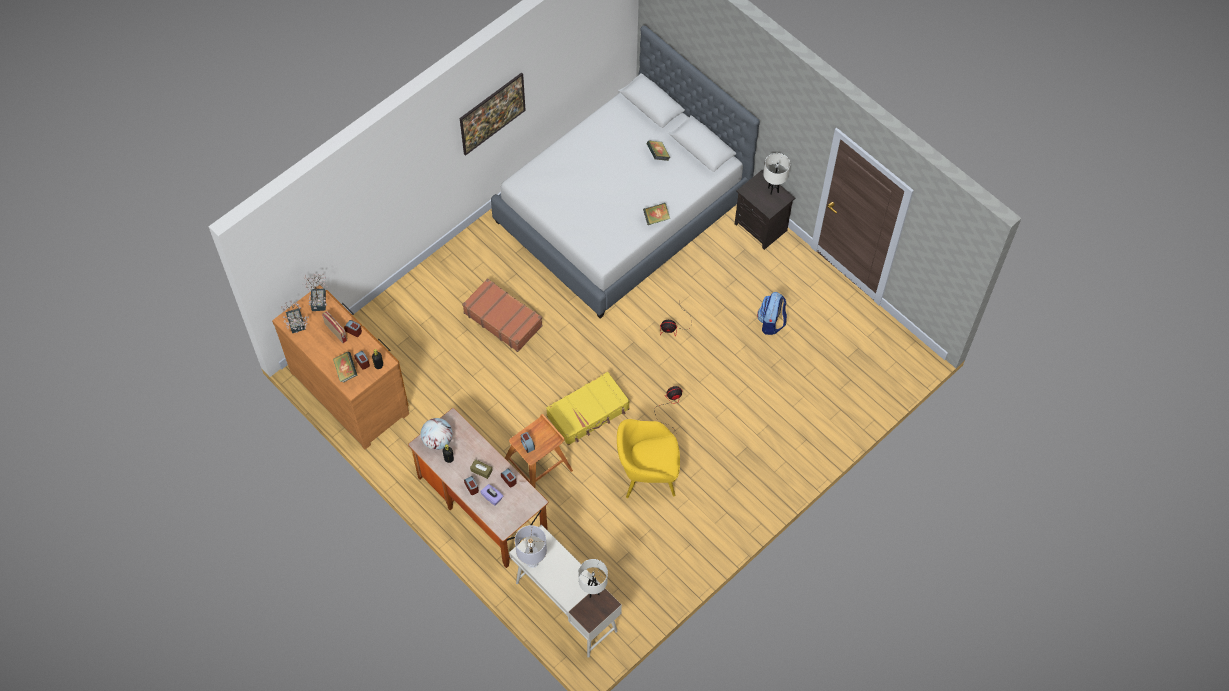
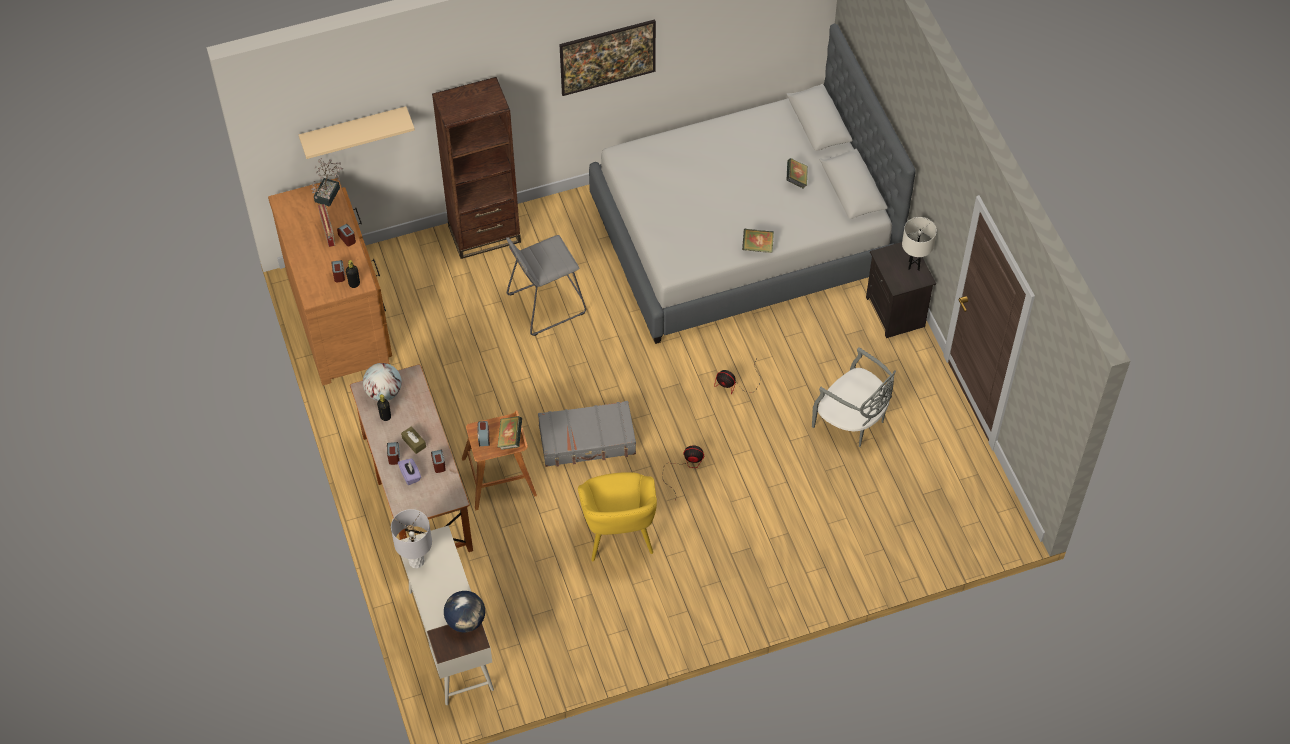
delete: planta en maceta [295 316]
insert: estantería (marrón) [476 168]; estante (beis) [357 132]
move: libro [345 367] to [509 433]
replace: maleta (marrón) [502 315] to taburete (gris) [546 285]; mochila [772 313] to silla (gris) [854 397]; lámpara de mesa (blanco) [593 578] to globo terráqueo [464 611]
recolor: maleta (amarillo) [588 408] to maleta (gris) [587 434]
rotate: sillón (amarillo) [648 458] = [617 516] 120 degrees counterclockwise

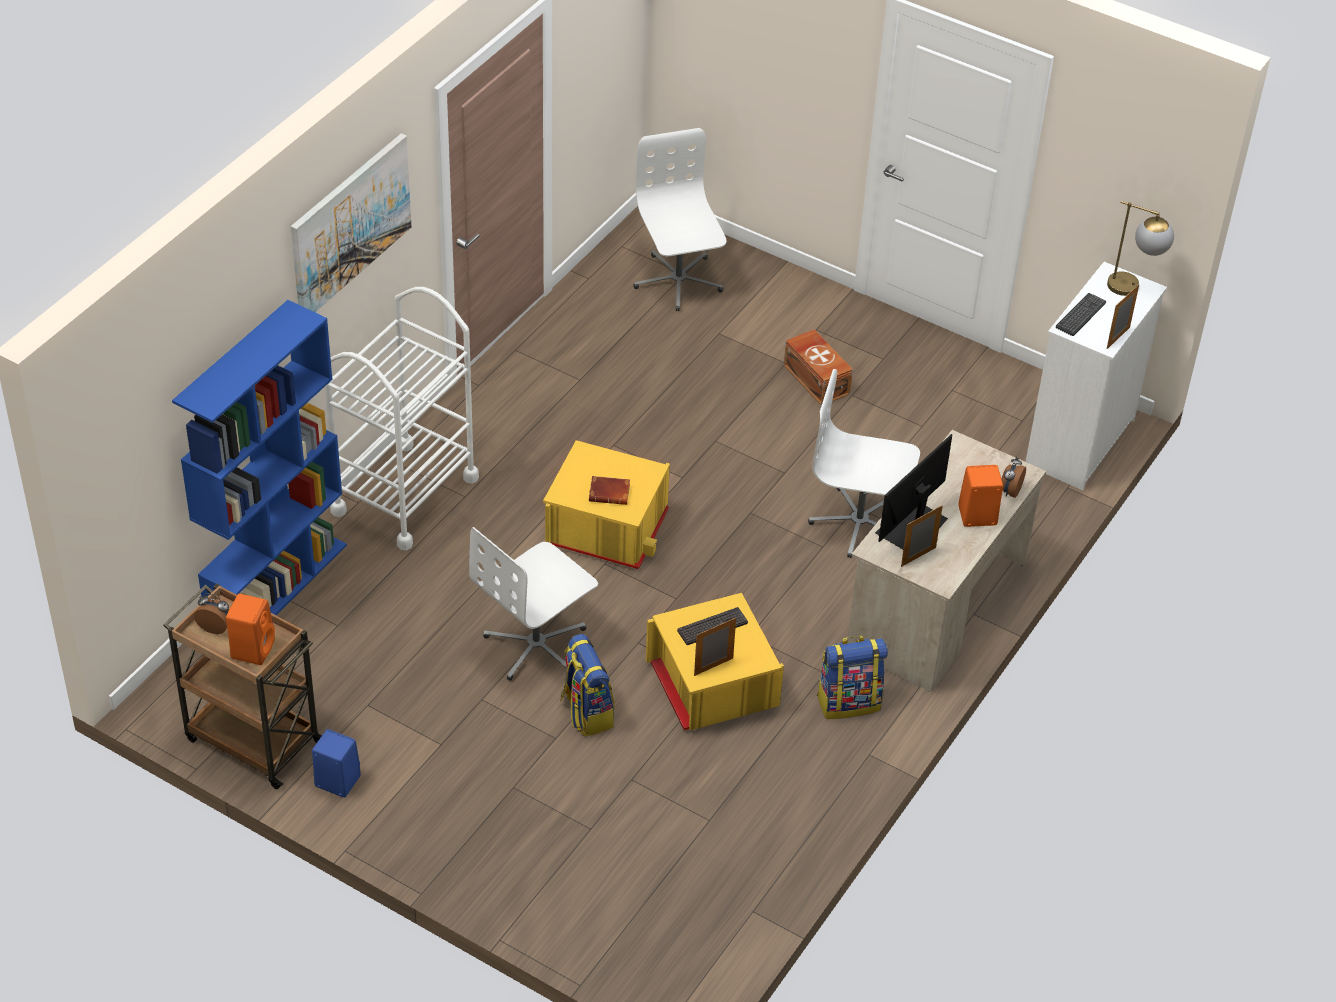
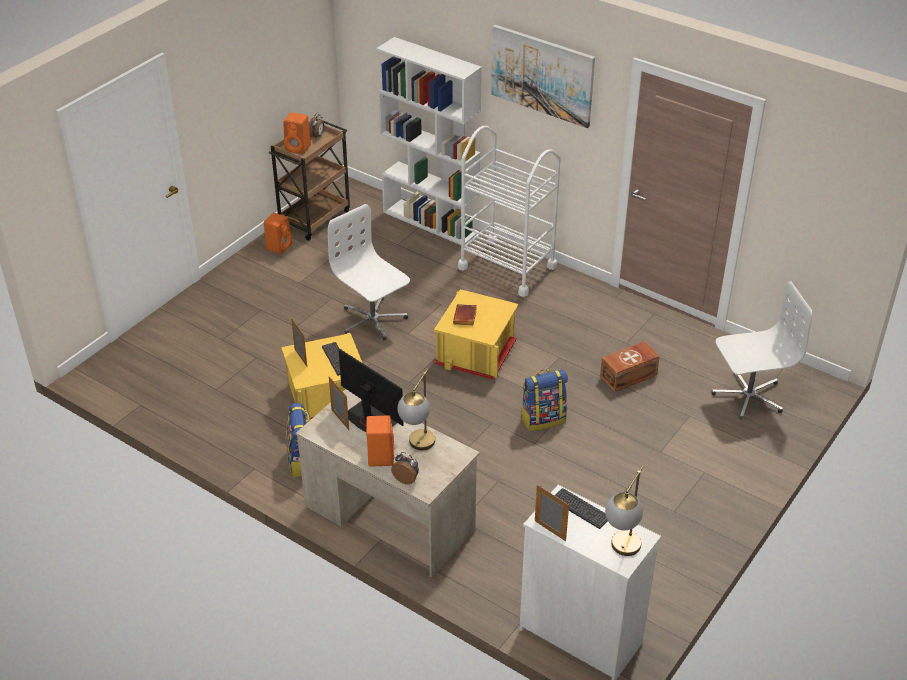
delete: silla de oficina (blanco) [864 463]
insert: lámpara de mesa [416 409]
move: caja de almacenaje (marrón) [818 367] to [630 366]; mochila [587 685] to [544 400]
recolor: estantería (azul) [259 457] to estantería (blanco) [429 141]; altavoz (azul) [336 763] to altavoz (naranja) [278 233]

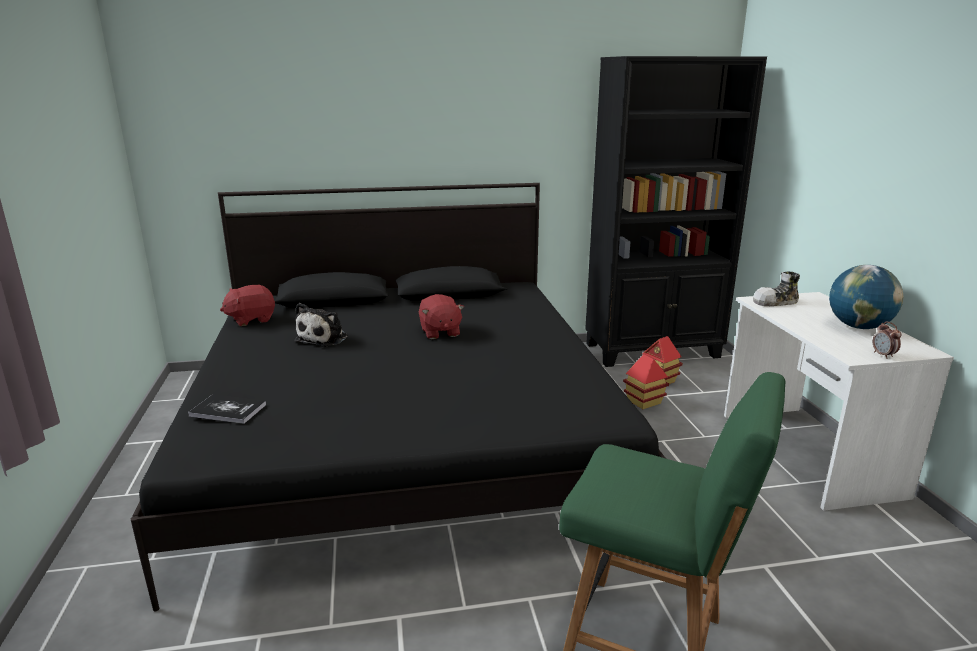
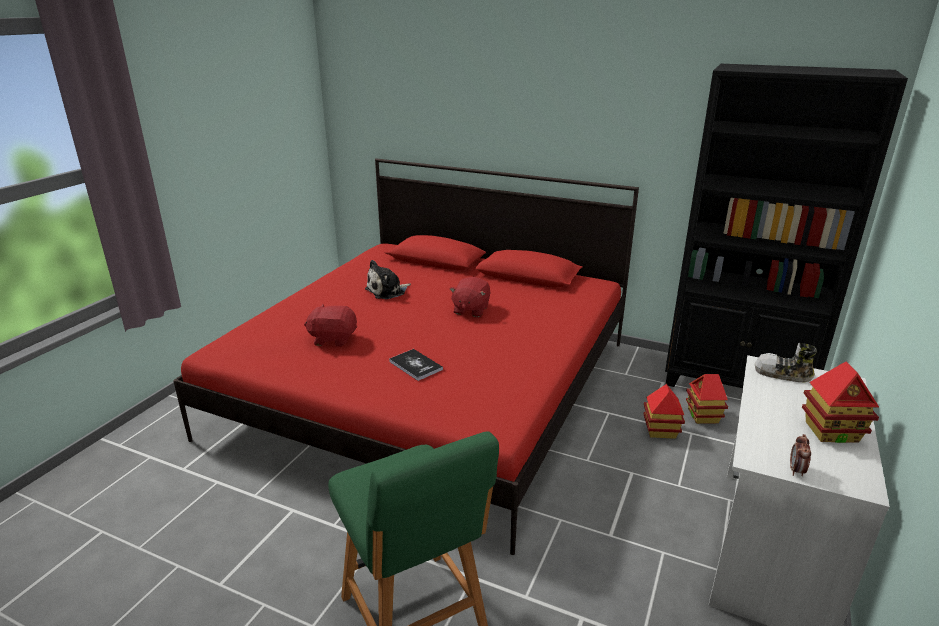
move: peluche (rojo) [247 305] to [330 325]; libro [227 409] to [416 365]
replace: globo terráqueo [866 297] to casita [840 402]
recolor: cama (negro) [398 397] to cama (rojo) [406 356]

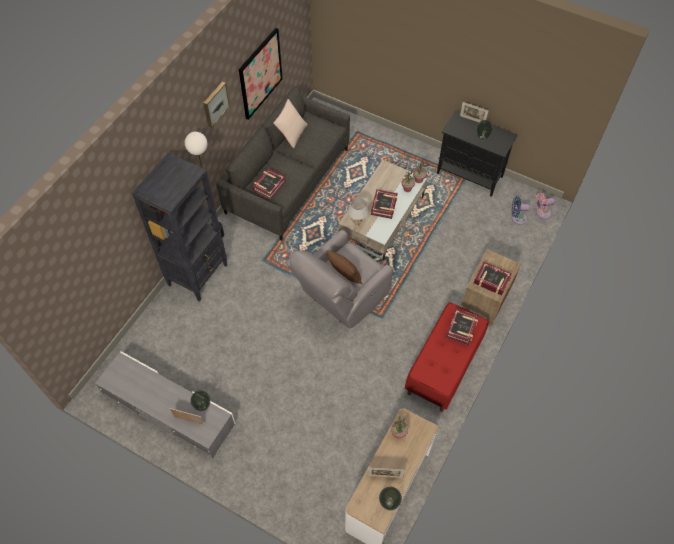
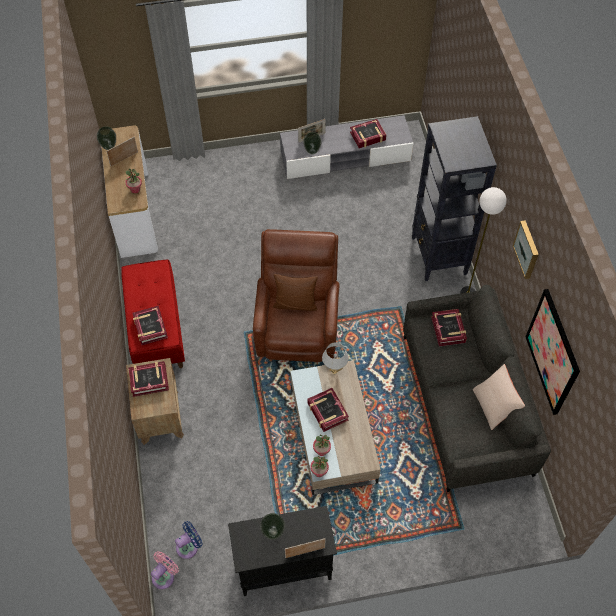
insert: libro [368 133]
recolor: sillón (gris) [339 279] to sillón (marrón) [296 295]

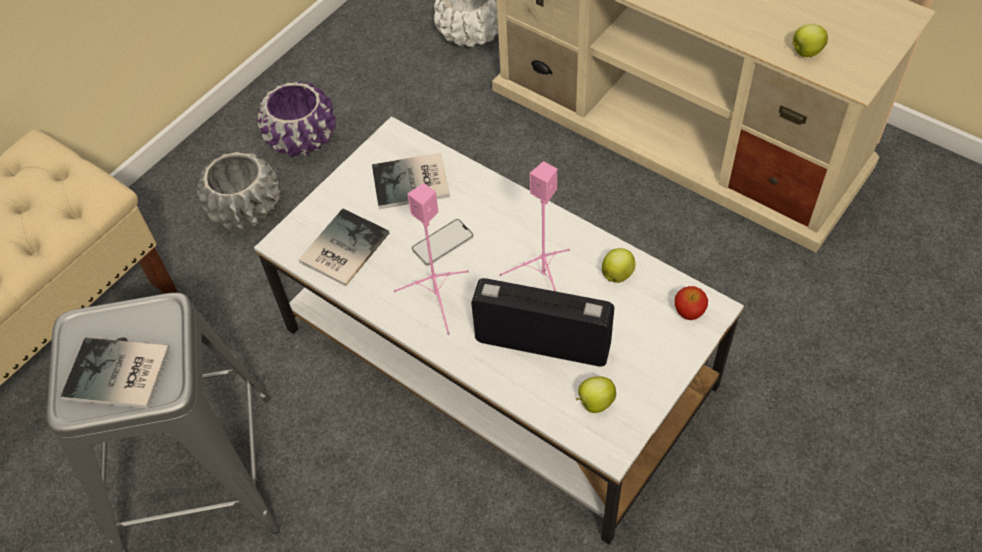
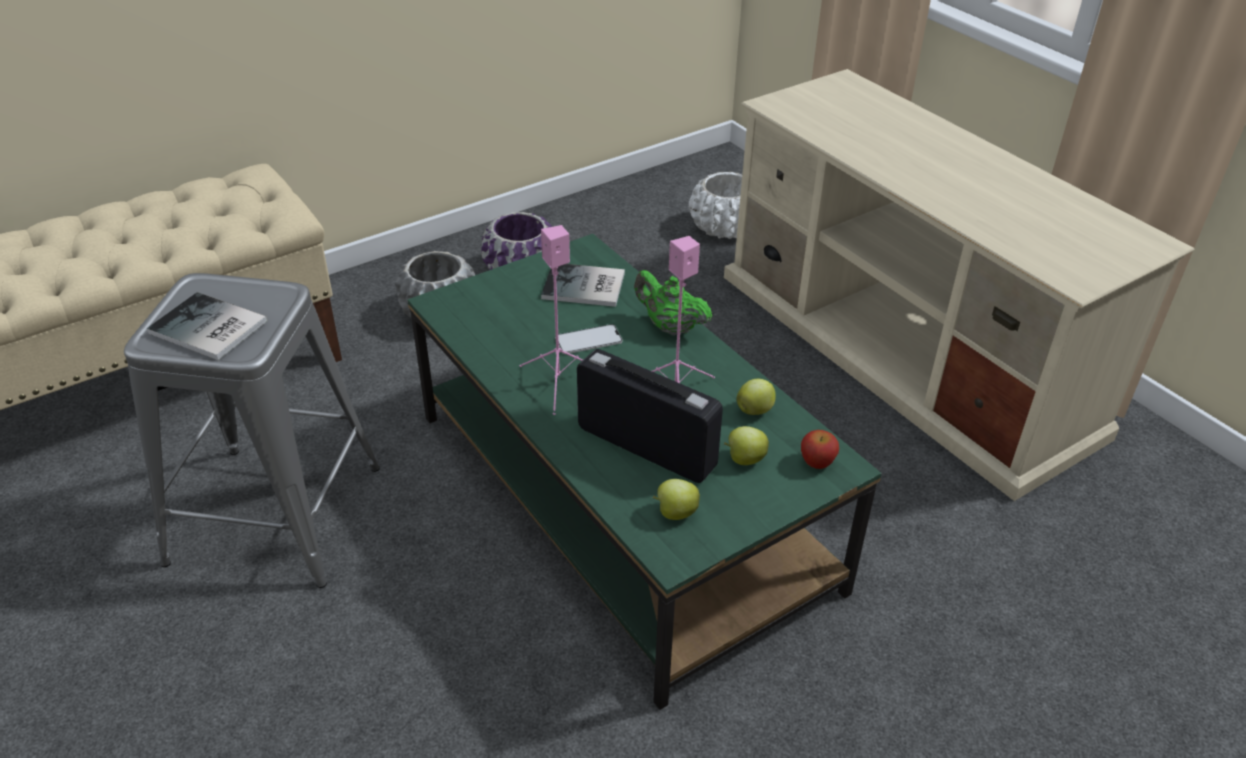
delete: libro [343 247]
insert: tetera (verde) [673 303]
move: manzana [810 40] to [746 445]
recolor: mesa de centro (blanco) [499 330] to mesa de centro (verde) [644 472]

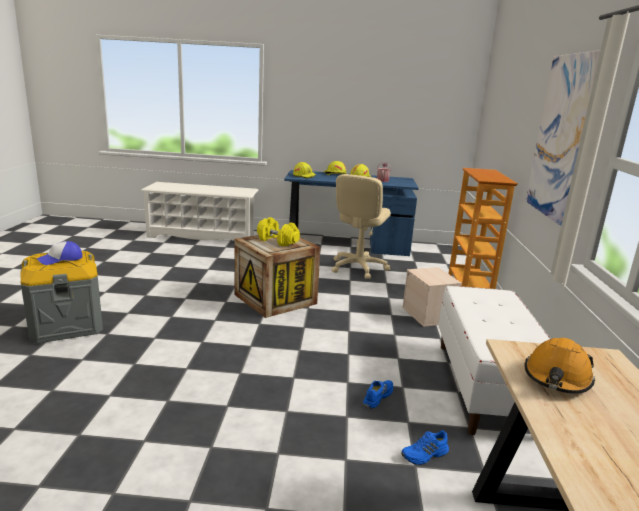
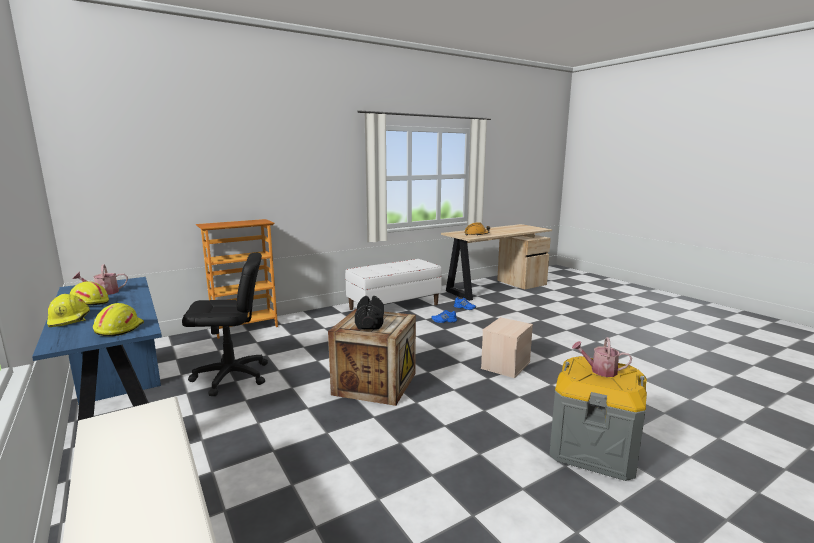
delete: cuadro [563 138]
move: caja de almacenaje (beis) [432 297] to [507 347]
replace: gorra [59 253] to regadera [602 357]
recolor: silla de oficina (beis) [361 226] to silla de oficina (negro) [225 324]; mancuerna (amarillo) [278 232] to mancuerna (negro) [369 313]

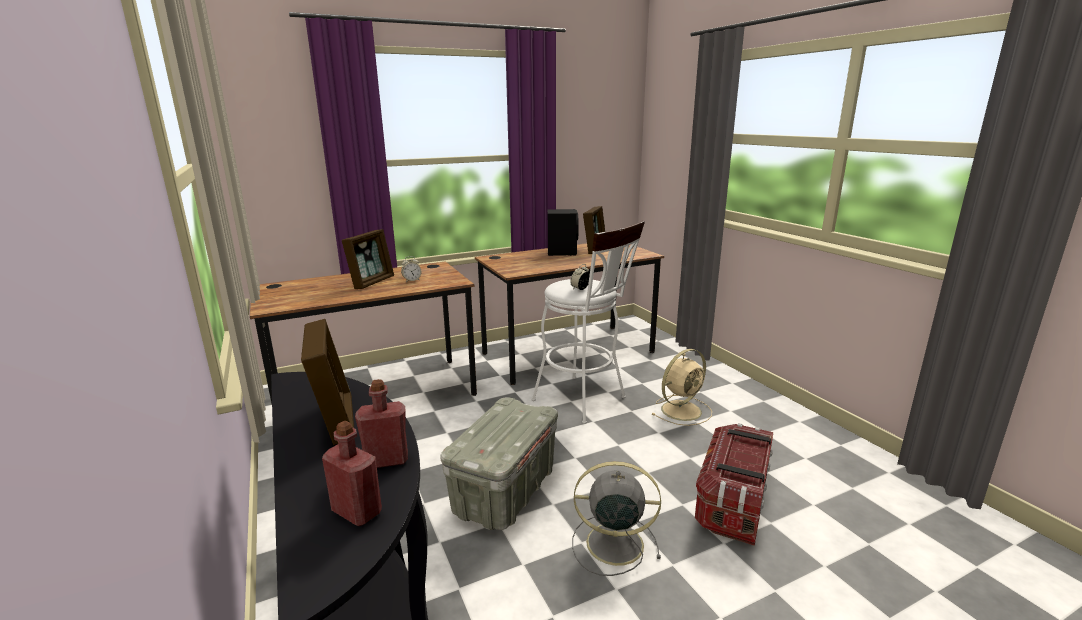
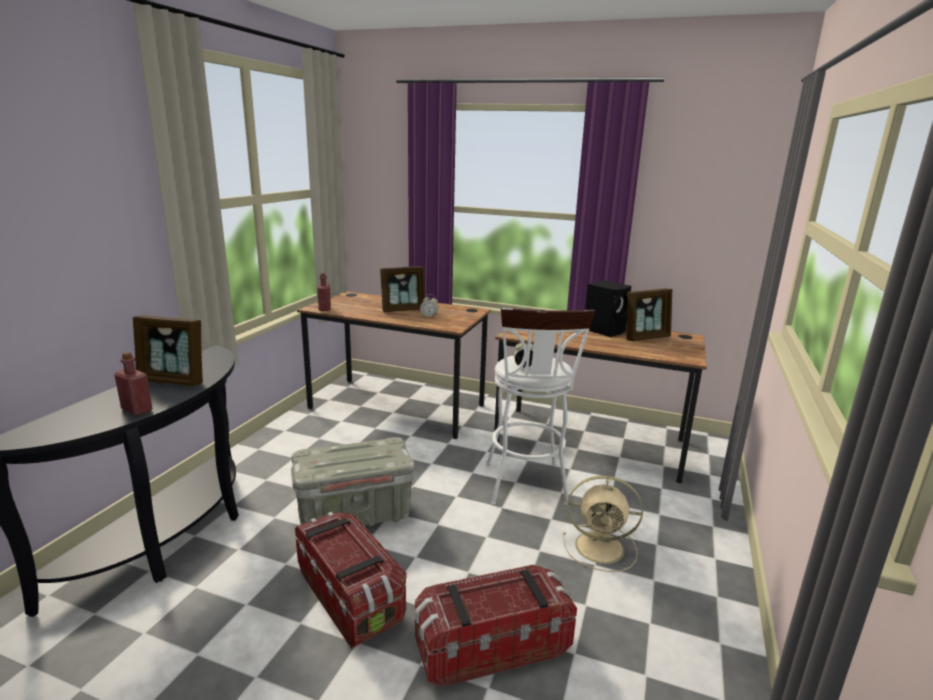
move: botella (rojo) [352 473] to [324 292]
replace: ventilador (gris) [616 518] to caja de almacenaje [351 580]
rotate: portarretratos [327 382] = [168 350] 75 degrees clockwise

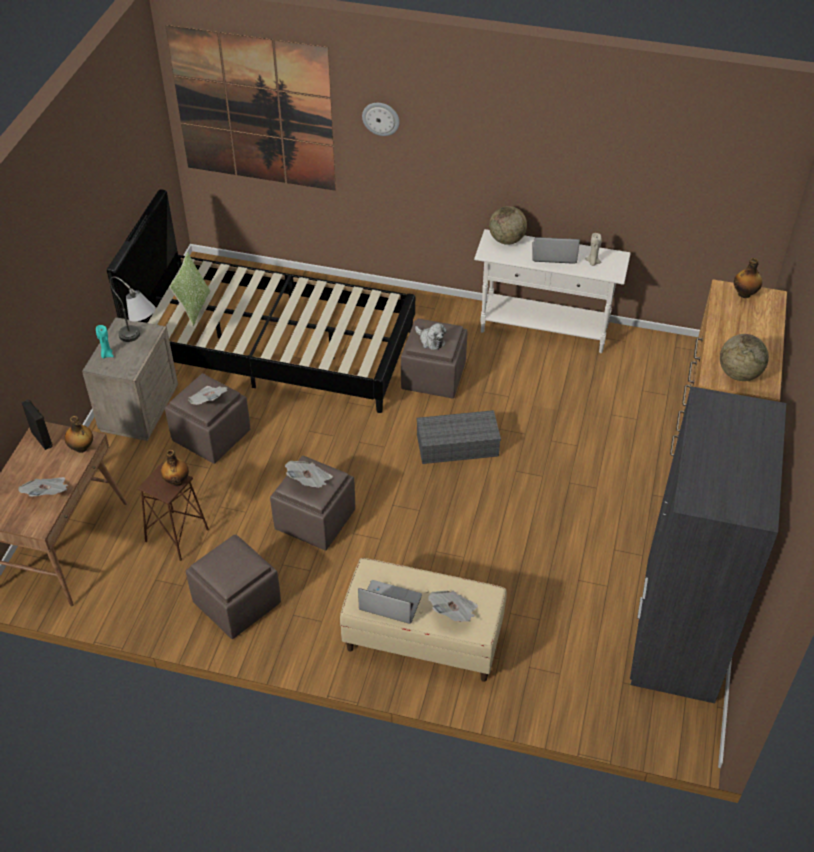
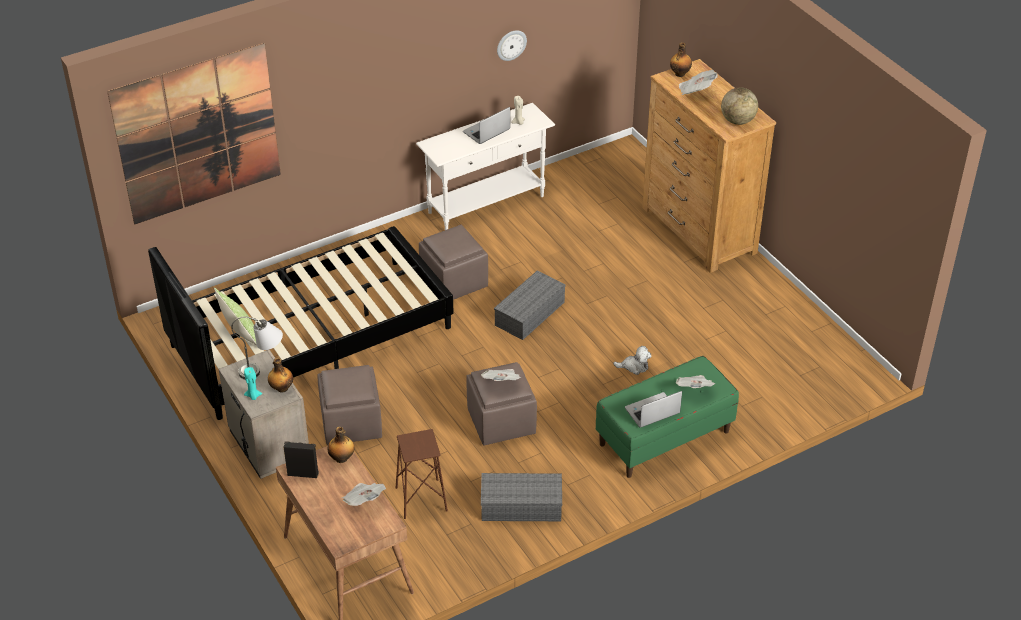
delete: globo terráqueo [508 225]; armario ropero (gris) [708 545]
move: reloj de pared [381 119] to [512 45]; peluche [431 336] to [632 360]; periódico [207 395] to [698 82]; botella [175 468] to [280 375]
replace: puf (marrón) [233 586] to caja de almacenaje (gris) [521 497]
recolor: banco (beis) [423 620] to banco (verde) [667 417]

